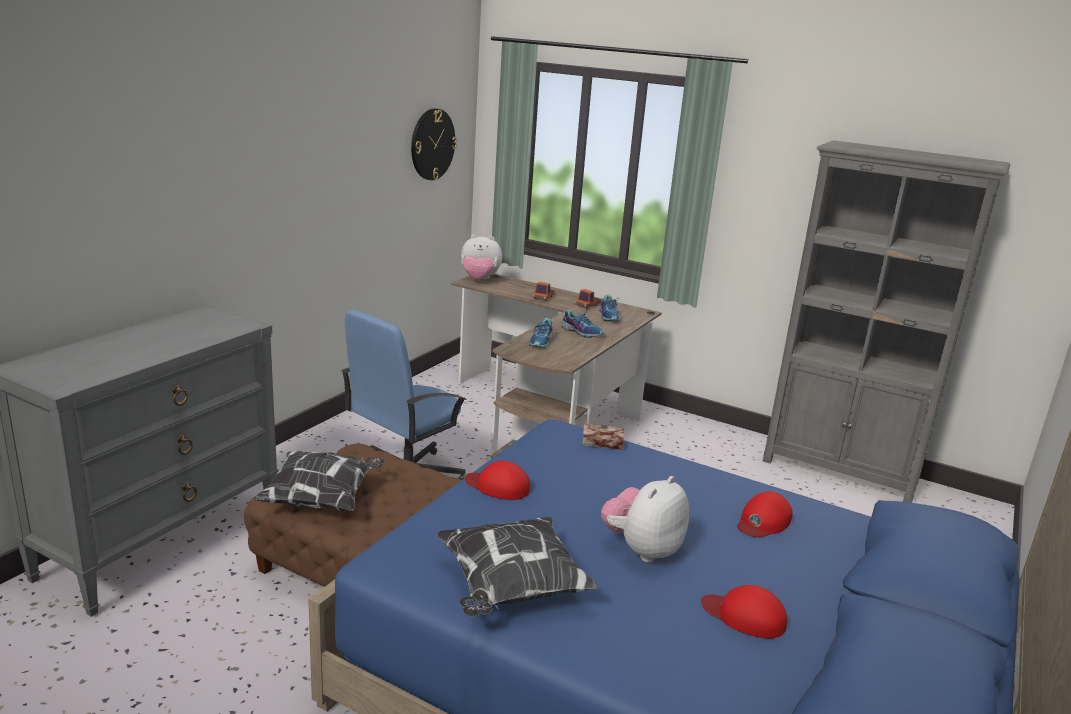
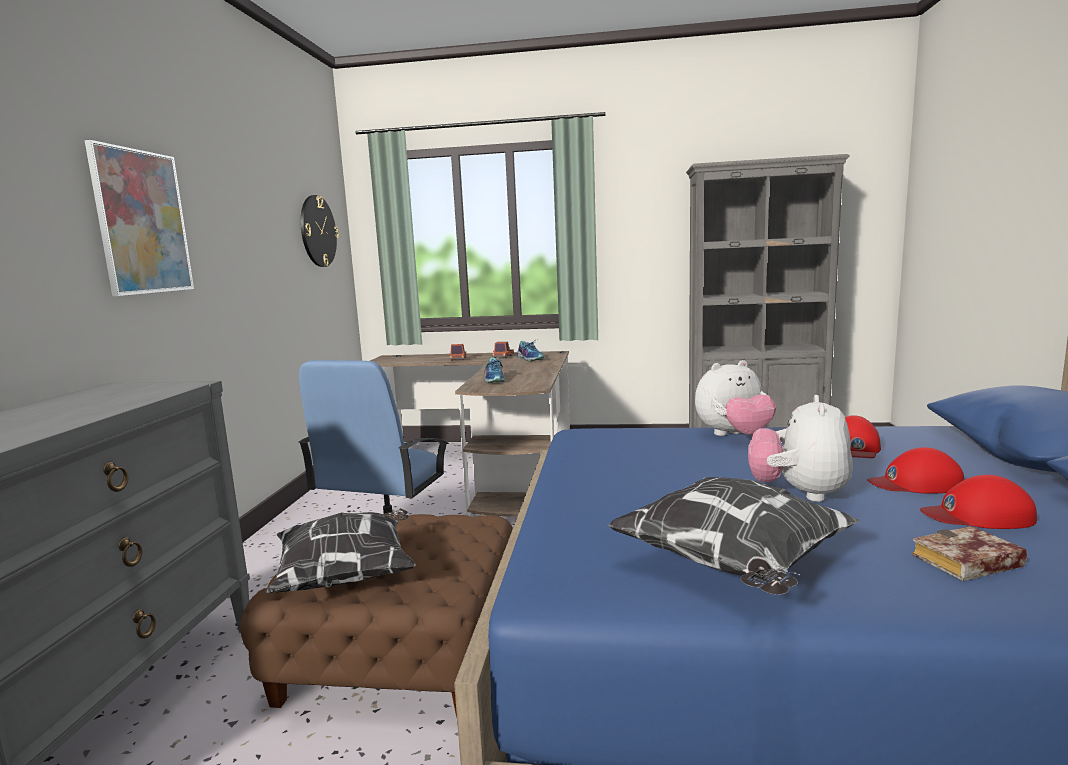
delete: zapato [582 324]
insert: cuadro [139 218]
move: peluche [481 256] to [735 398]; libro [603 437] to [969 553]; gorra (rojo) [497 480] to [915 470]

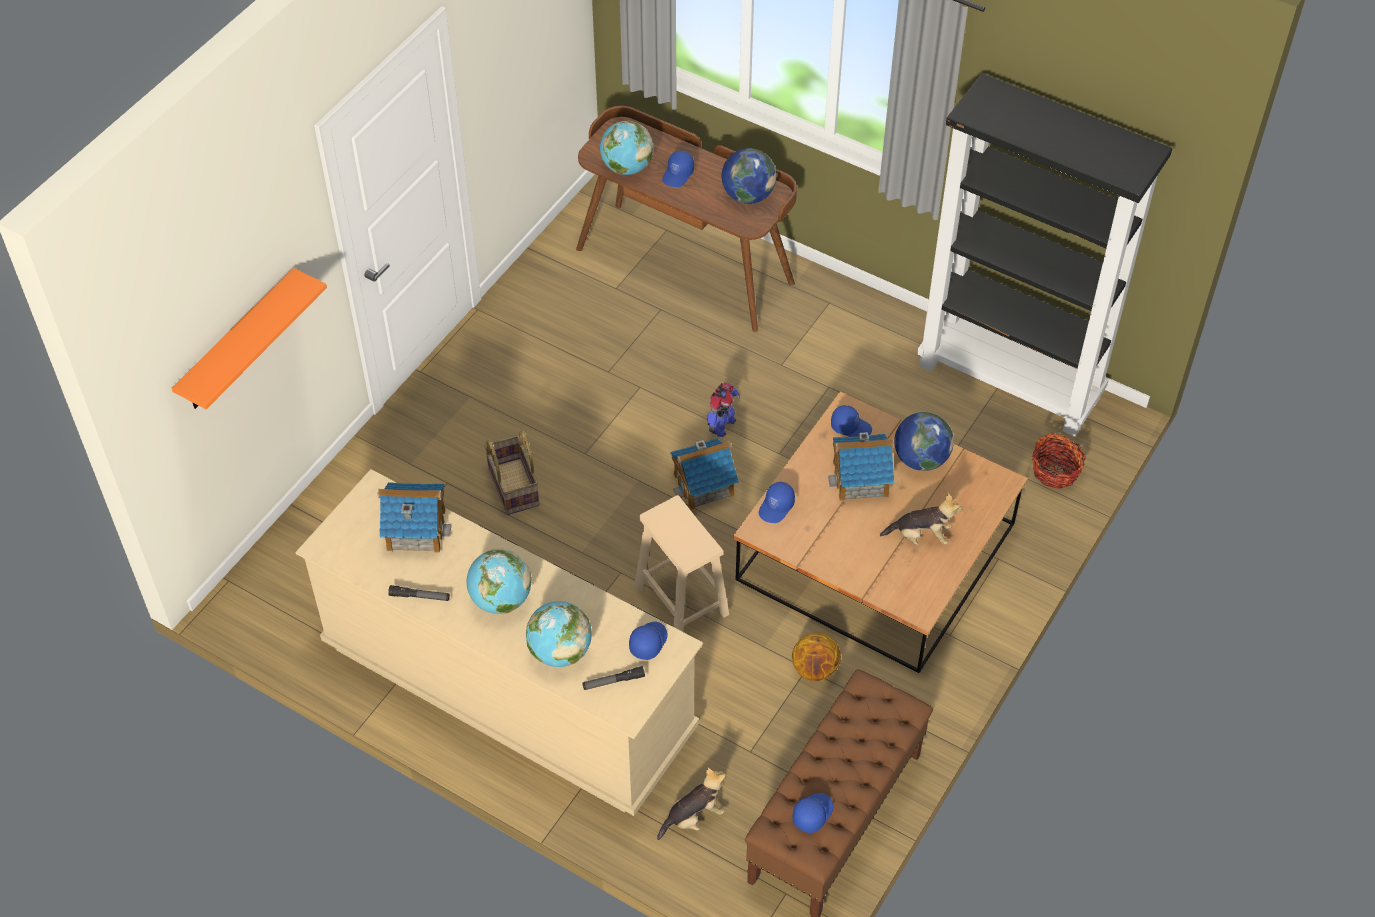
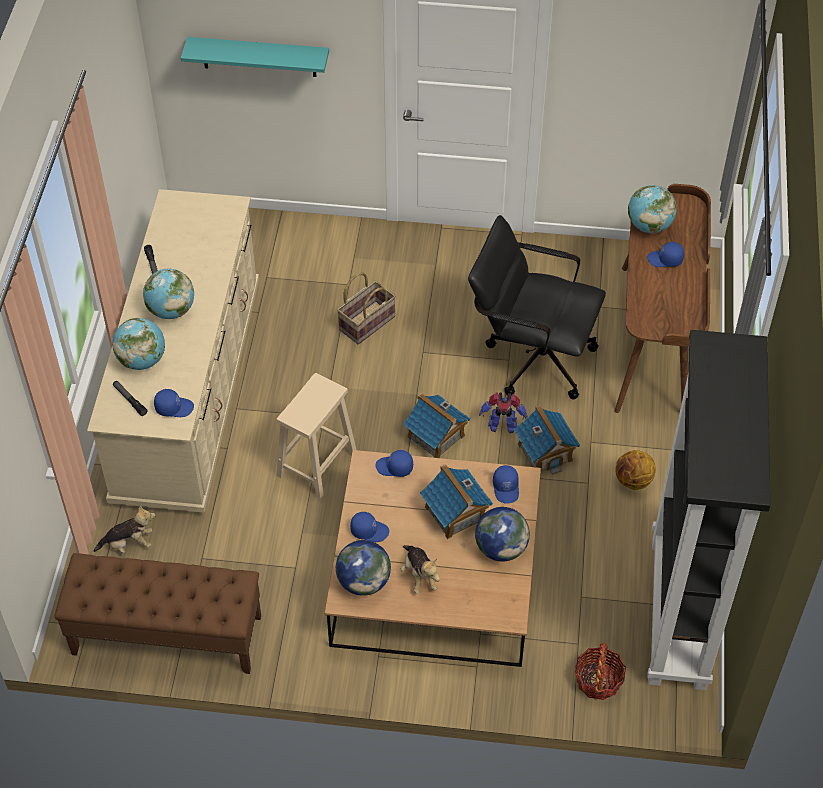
insert: silla de oficina (negro) [537 307]
move: globo terráqueo [749 176] to [363 568]; casita [414 517] to [547 440]; balón de baloncesto [816 656] to [635 470]; gorra (azul) [812 813] to [369 526]
recolor: estante (naranja) [249 338] to estante (turquesa) [255 57]
rotate: peluche [691 803] = [124 529] 45 degrees counterclockwise

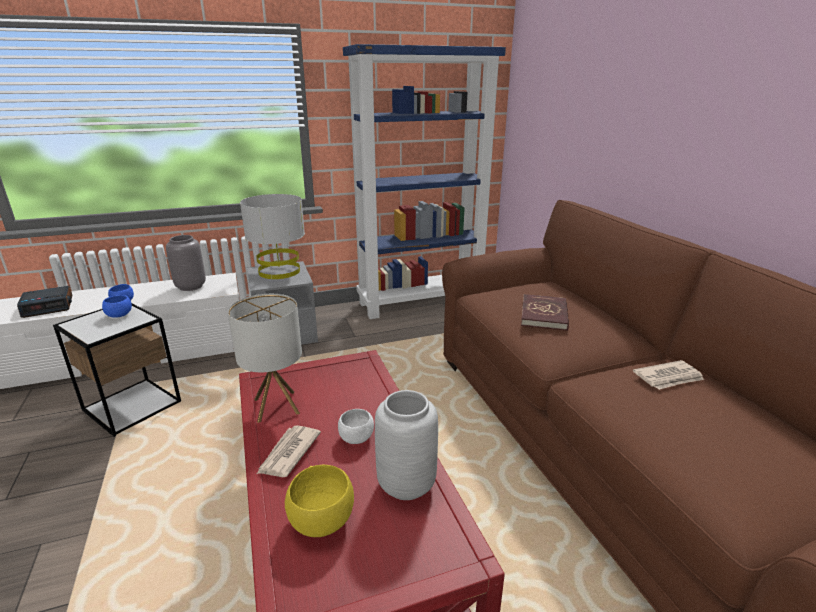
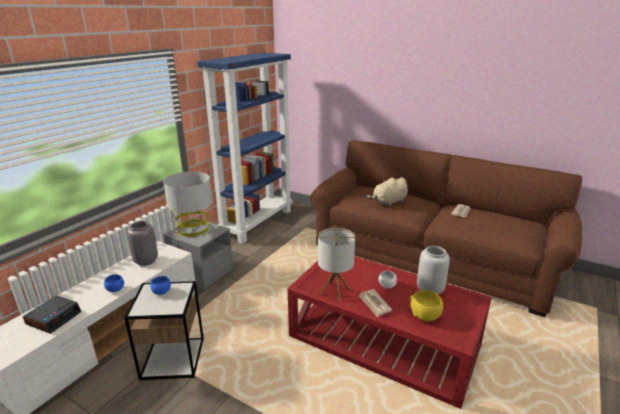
replace: libro (rojo) [545 312] to peluche (beis) [387 192]

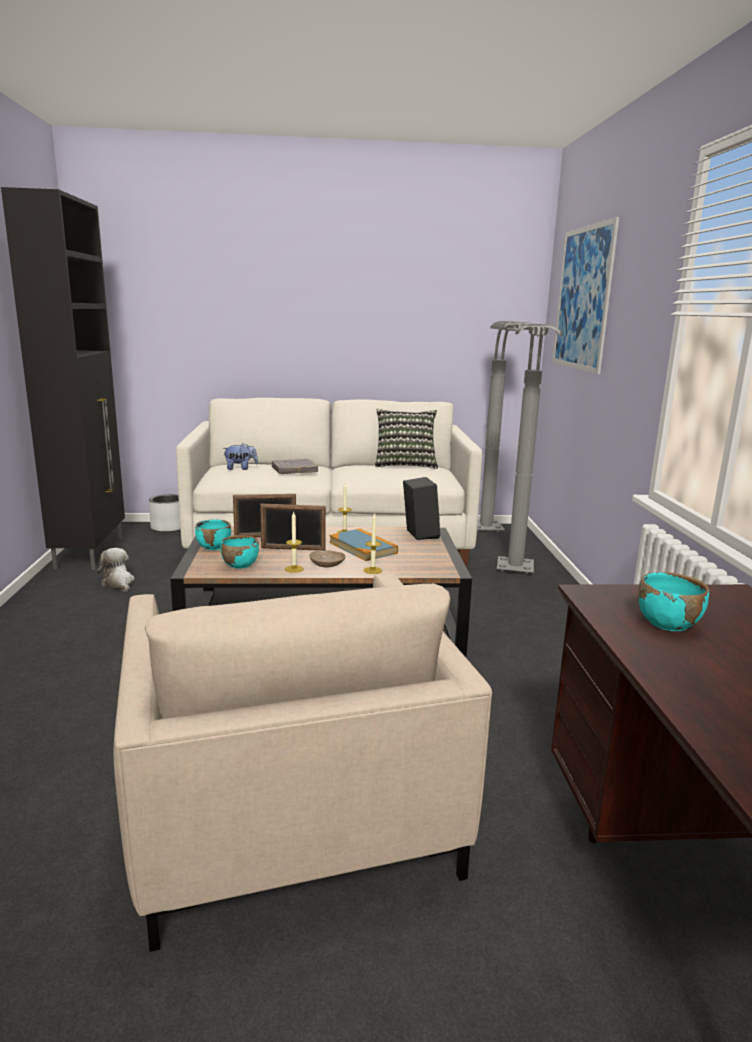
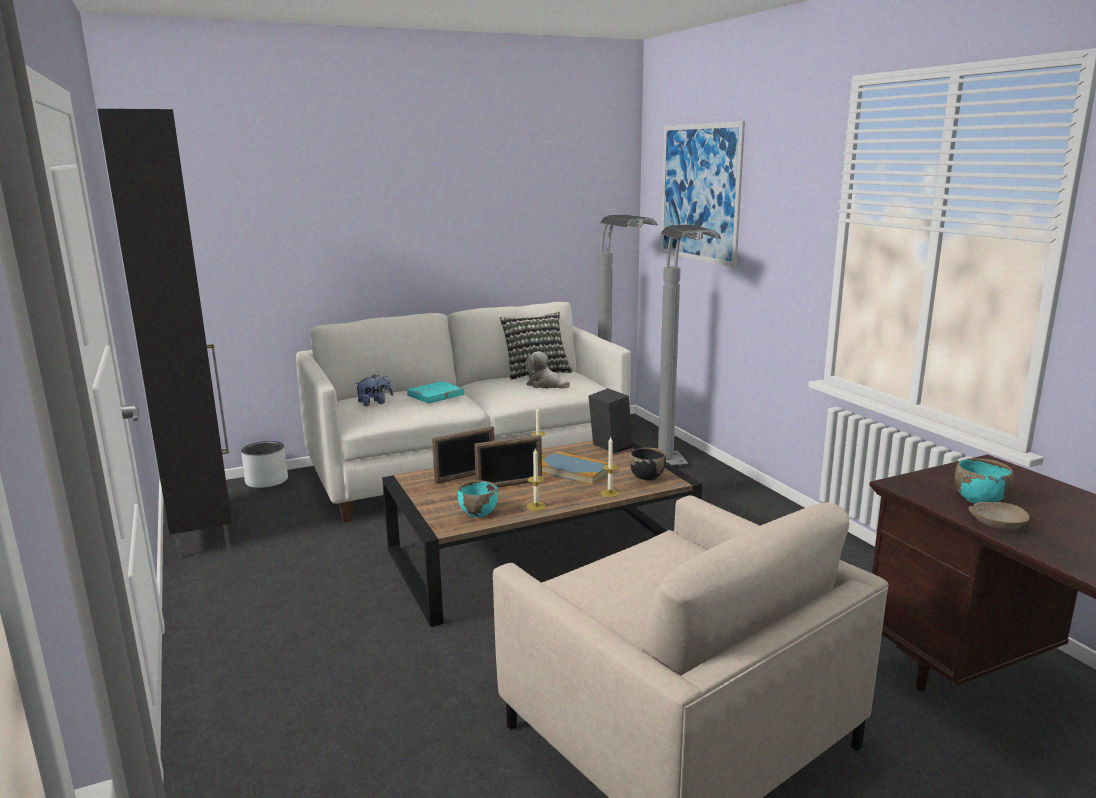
delete: cuenco (turquesa) [213 534]
insert: cuenco (negro) [647 463]
move: peluche [116 570] to [547 370]; cuenco (beis) [327 558] to [999 516]
recolor: libro (gris) [295 466] to libro (turquesa) [435 392]

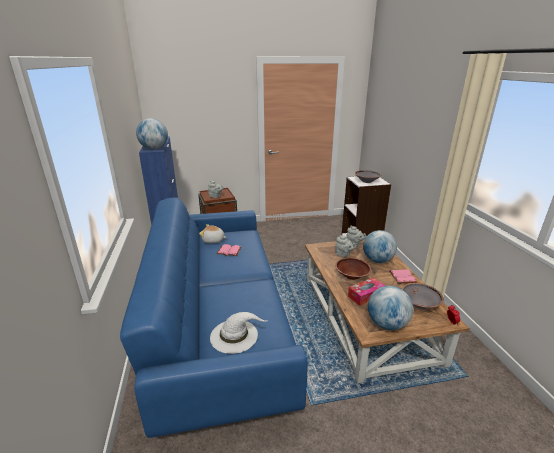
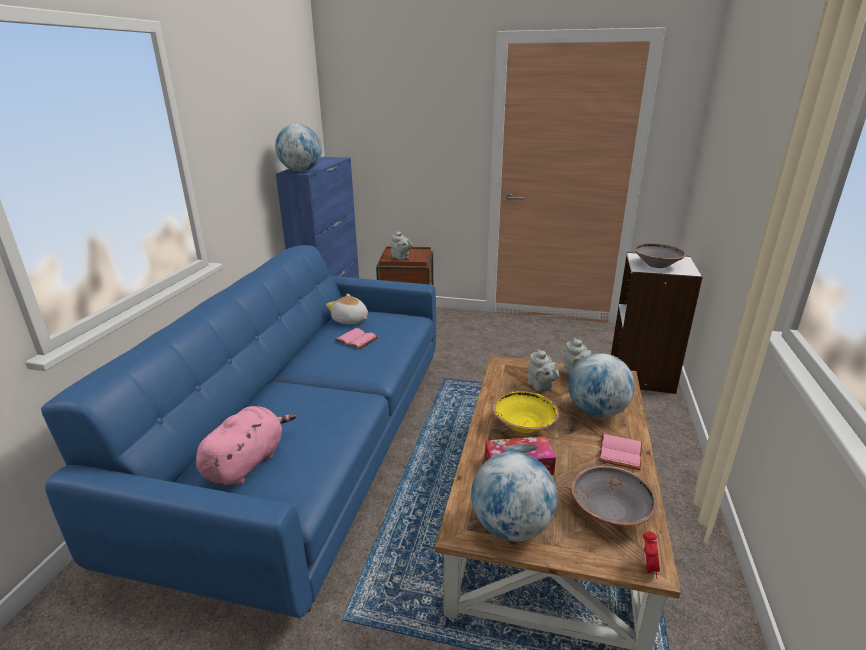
replace: sombrero (blanco) [238 333] to peluche (rosa) [246 445]
recolor: cuenco (marrón) [353 269] to cuenco (amarillo) [526 412]

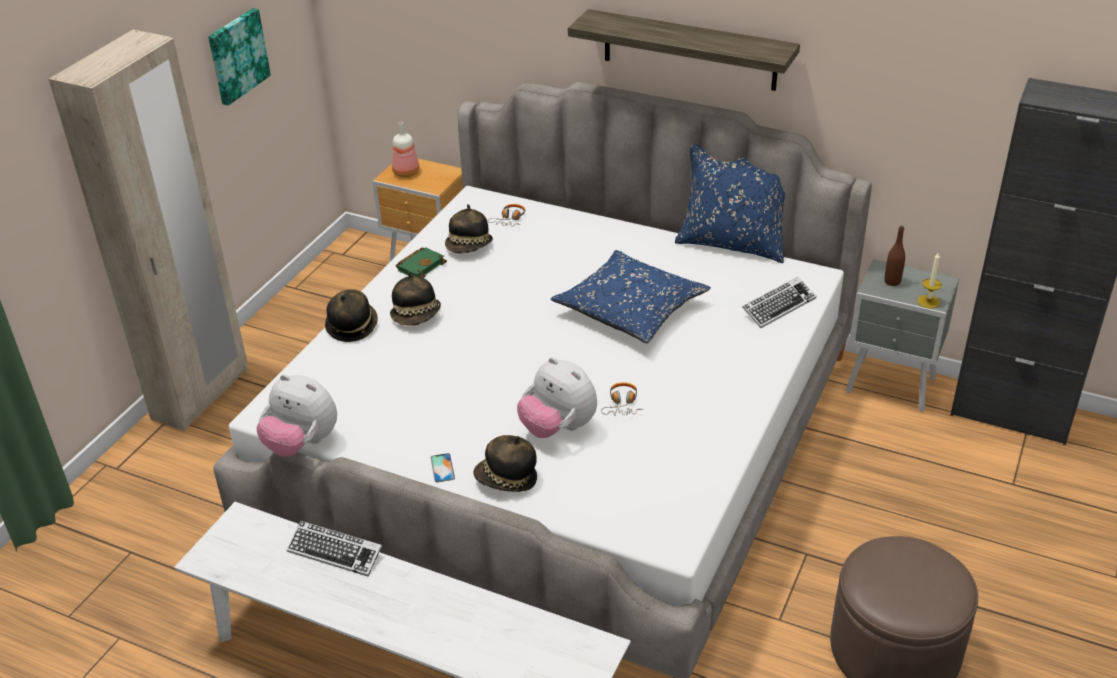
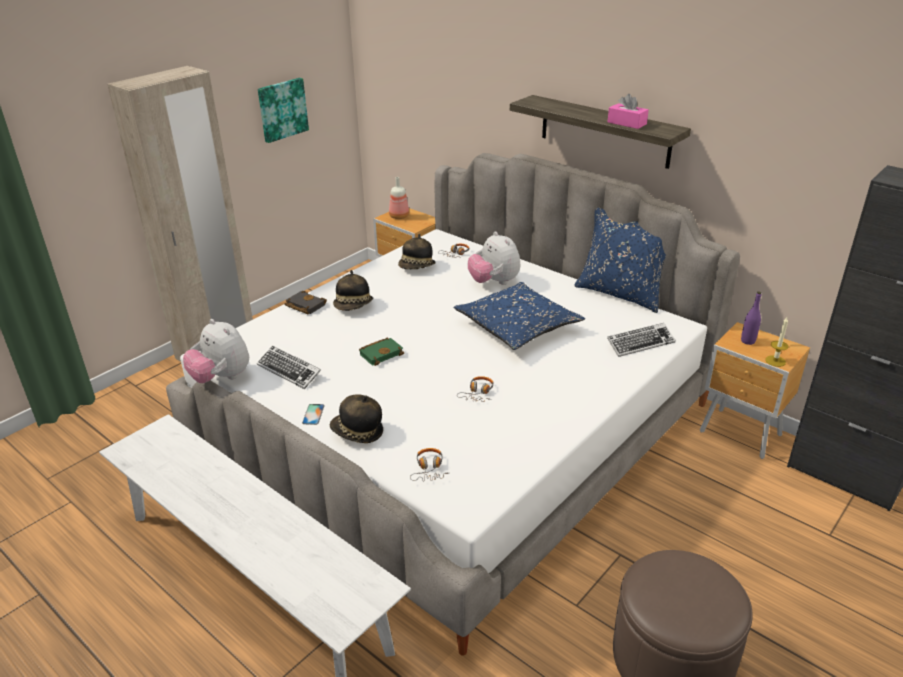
insert: caja de pañuelos (rosa) [628 111]; auriculares [429 465]
move: libro (verde) [421 262] to [381 351]; peluche [557 397] to [494 258]; teclado [334 549] to [289 367]
replace: sombrero [351 315] to libro (negro) [305 302]
recolor: botella (marrón) [894 256] to botella (morado) [751 318]; mesita de noche (gris) [903 335] to mesita de noche (marrón) [755 390]

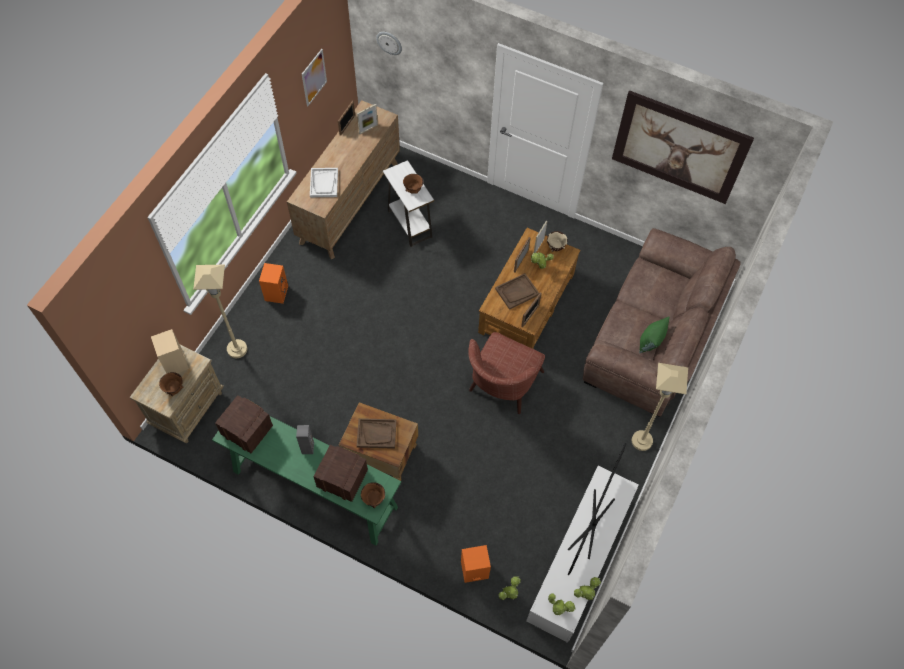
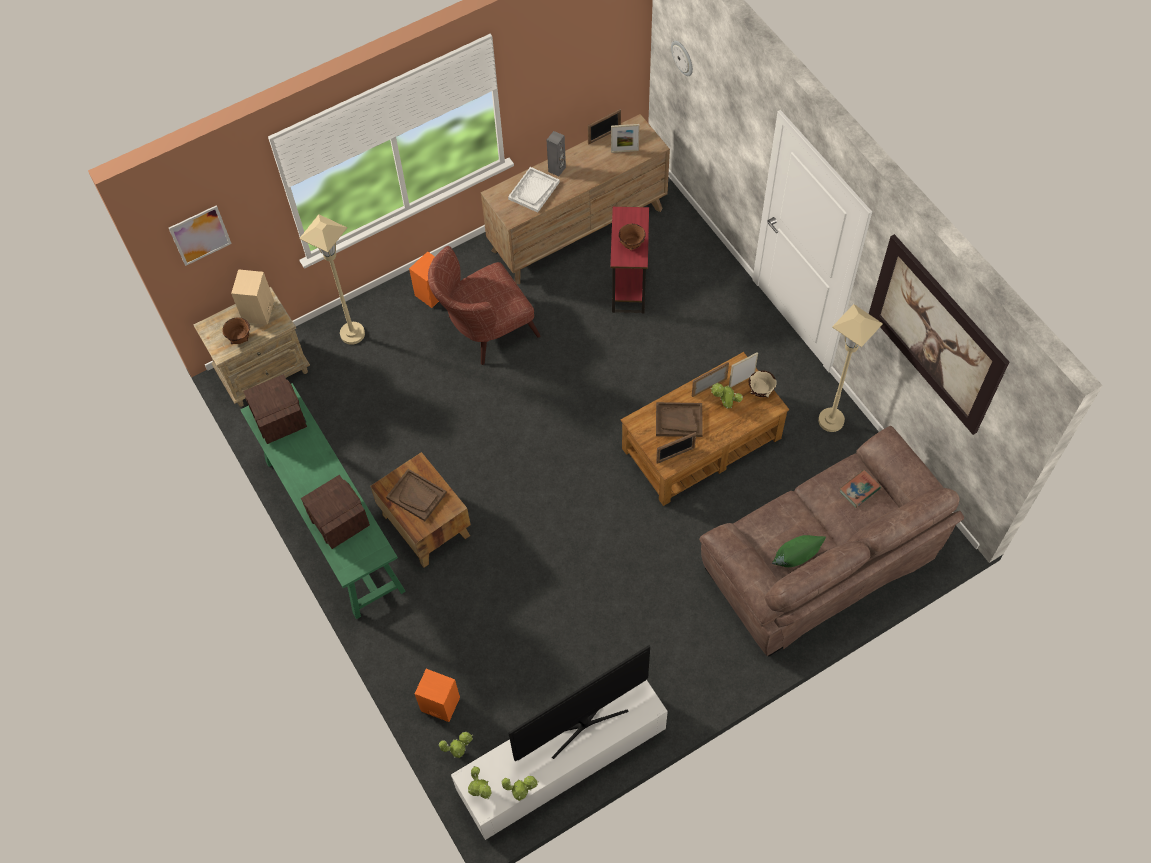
delete: cuenco (marrón) [373 495]
insert: libro [860 488]
move: cuadro [314 77] to [200 235]; sillón (marrón) [506 373] to [484 305]; lámpara de pie (beis) [660 407] to [850 368]; altavoz (gris) [305 439] to [556 154]
recolor: mesa auxiliar (blanco) [408 203] to mesa auxiliar (rojo) [629 260]

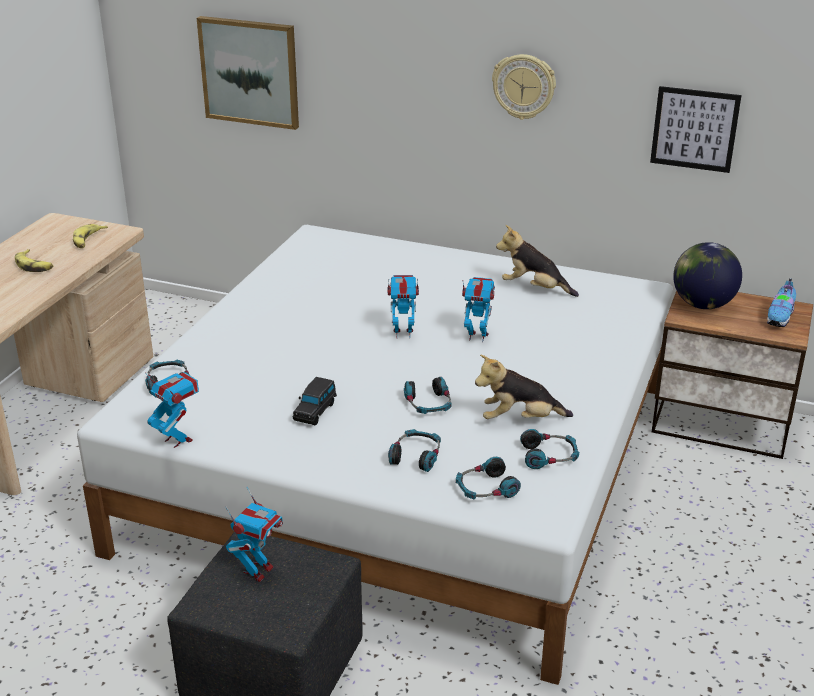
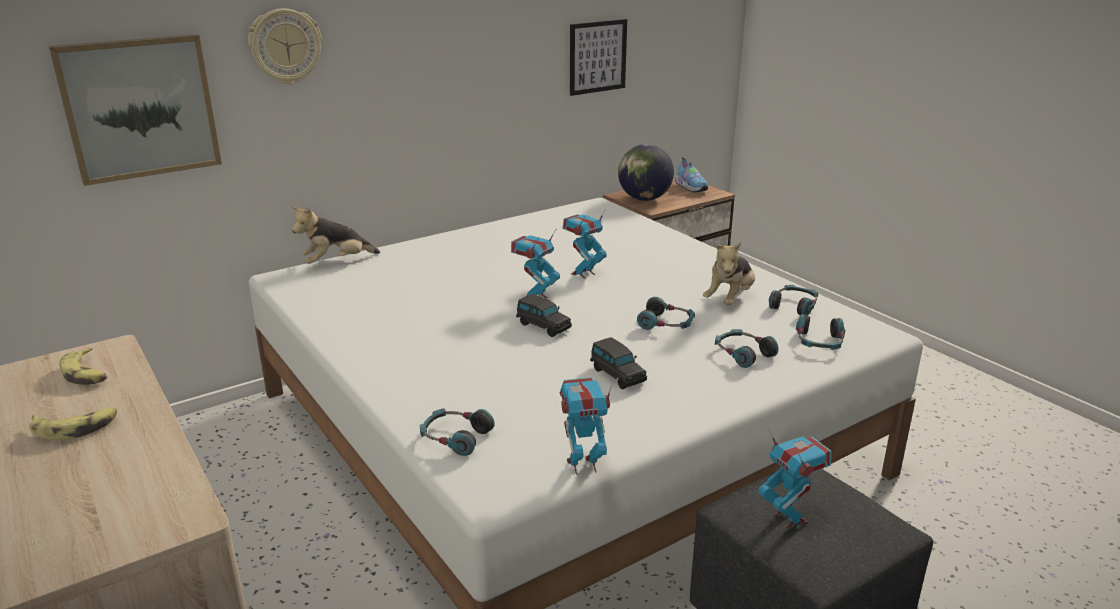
insert: coche de juguete (negro) [544 315]
move: reloj de pared [524 87] to [284 46]; peluche [537 261] to [336 235]

